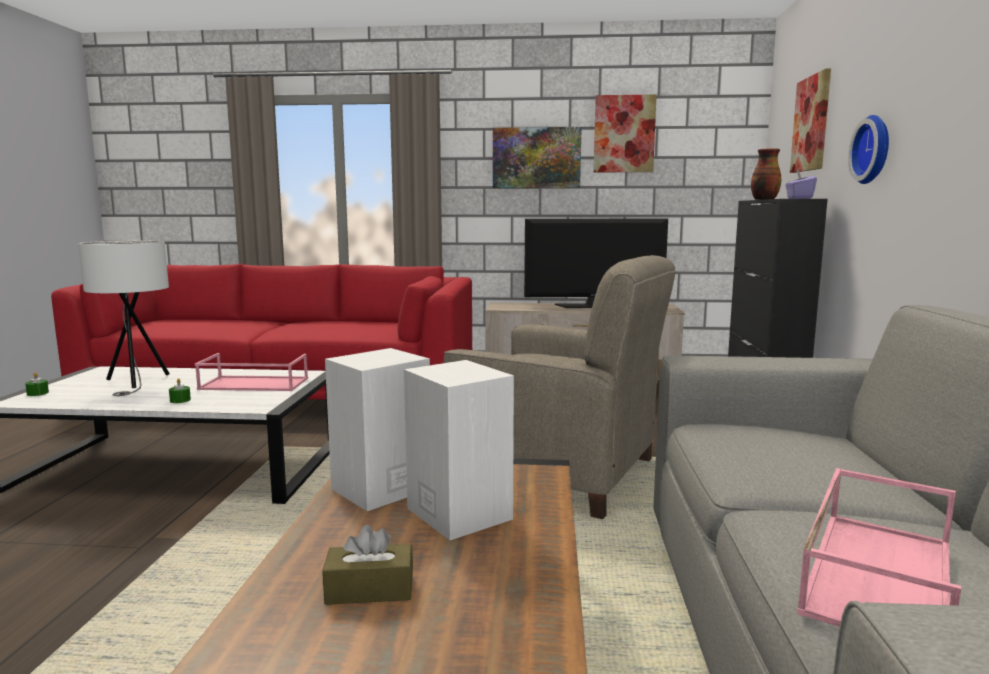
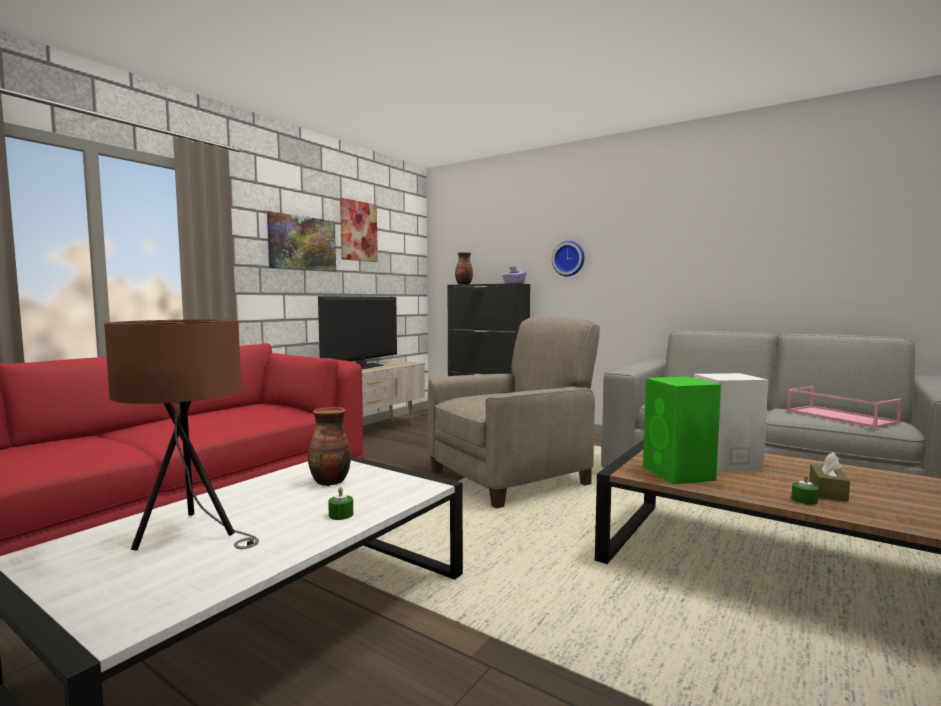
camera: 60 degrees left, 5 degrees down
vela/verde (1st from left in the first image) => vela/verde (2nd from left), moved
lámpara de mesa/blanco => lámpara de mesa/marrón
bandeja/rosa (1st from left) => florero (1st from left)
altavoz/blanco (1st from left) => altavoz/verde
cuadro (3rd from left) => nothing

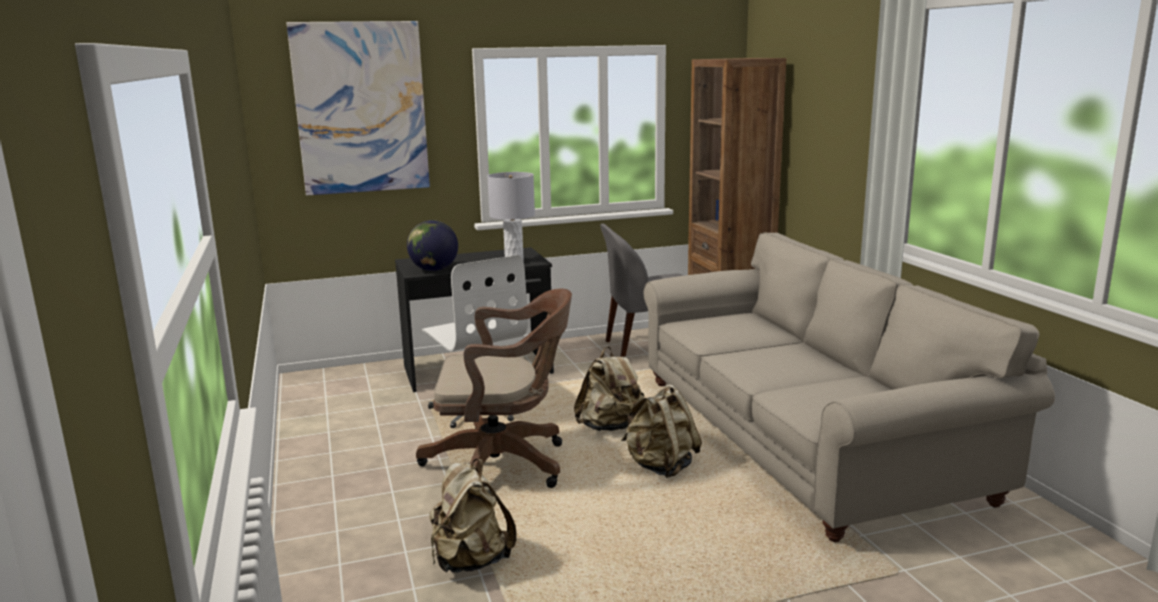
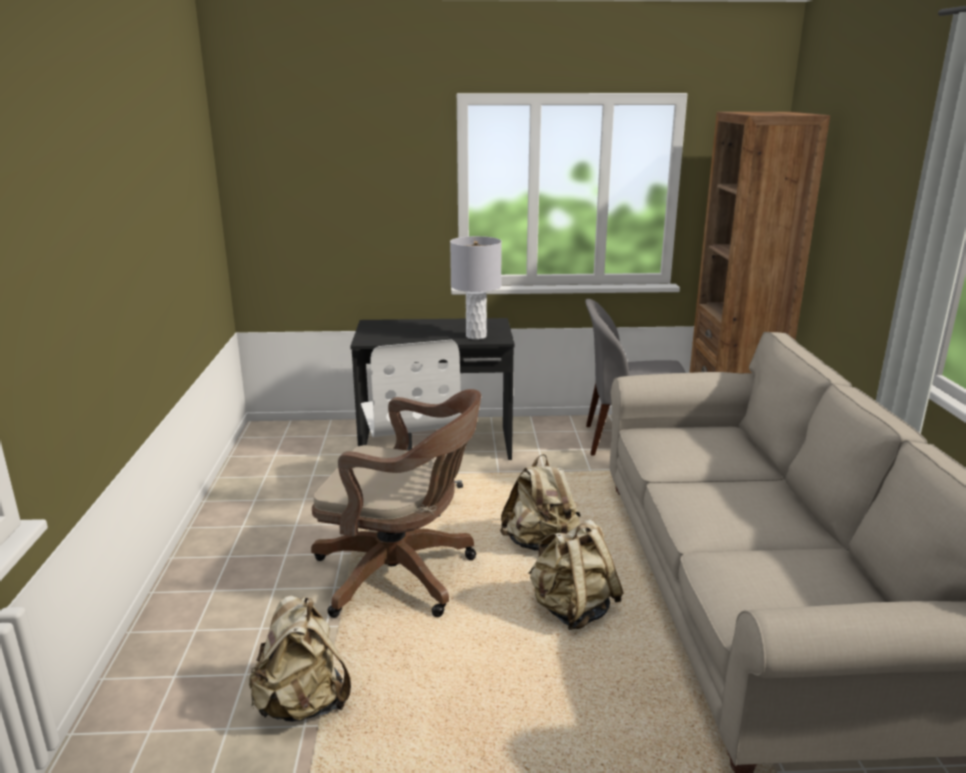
camera: 15 degrees right, 5 degrees up
cuadro => nothing
globo terráqueo => nothing

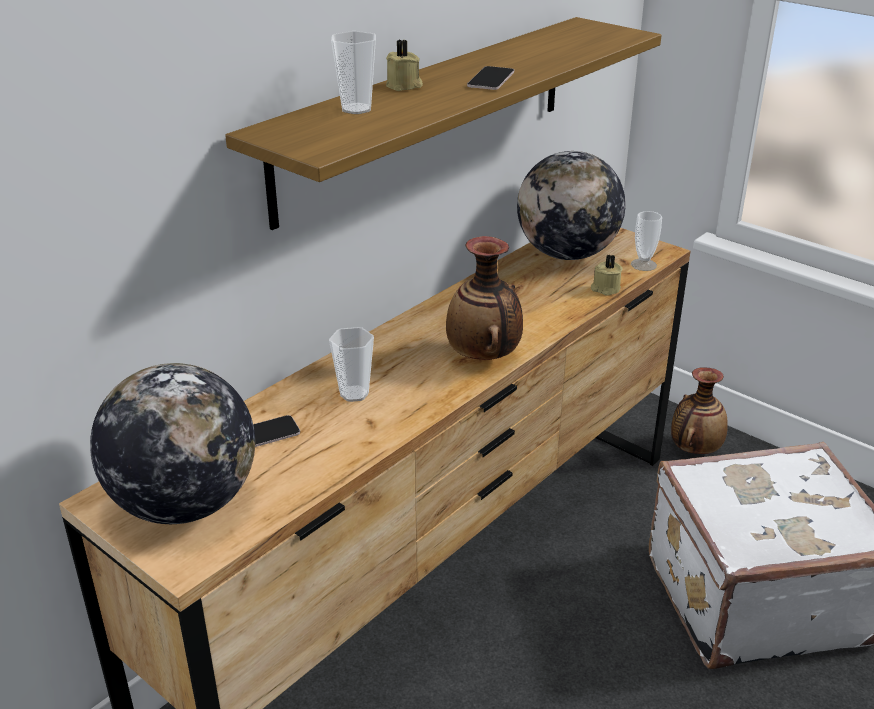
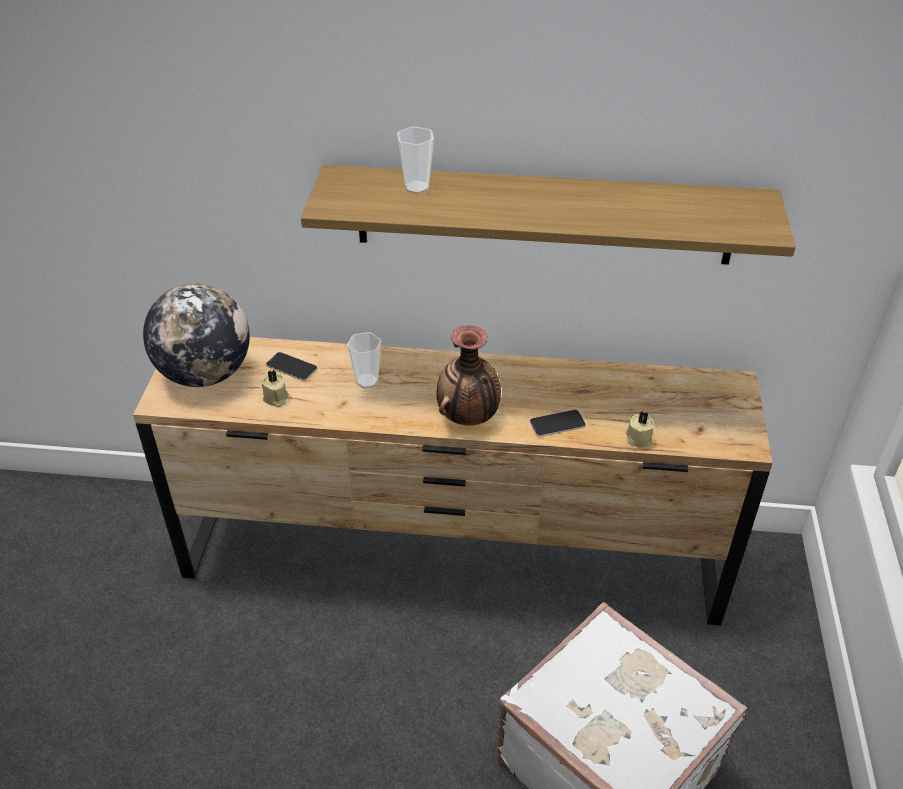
camera: 55 degrees right, 10 degrees up
vela/beis (1st from left), moved
móvil (2nd from left), moved
globo terráqueo (2nd from left) => nothing
taza (3rd from left) => nothing
florero (2nd from left) => nothing

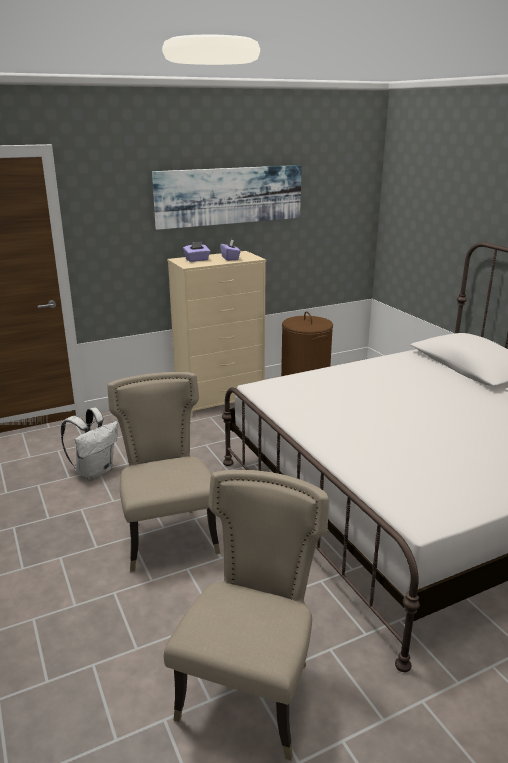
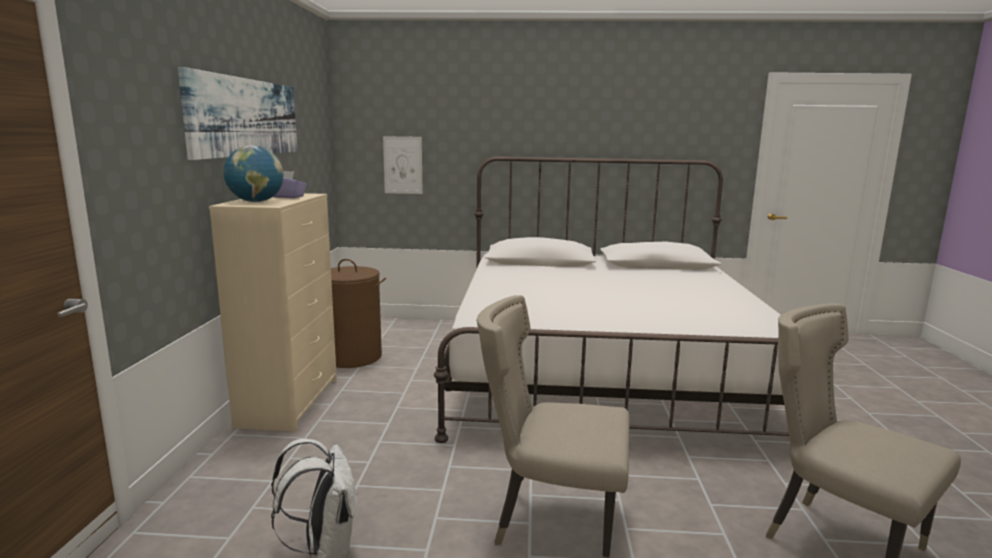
camera: 60 degrees left, 10 degrees down
caja de pañuelos/morado (1st from left) => globo terráqueo
nothing => cuadro (2nd from left)

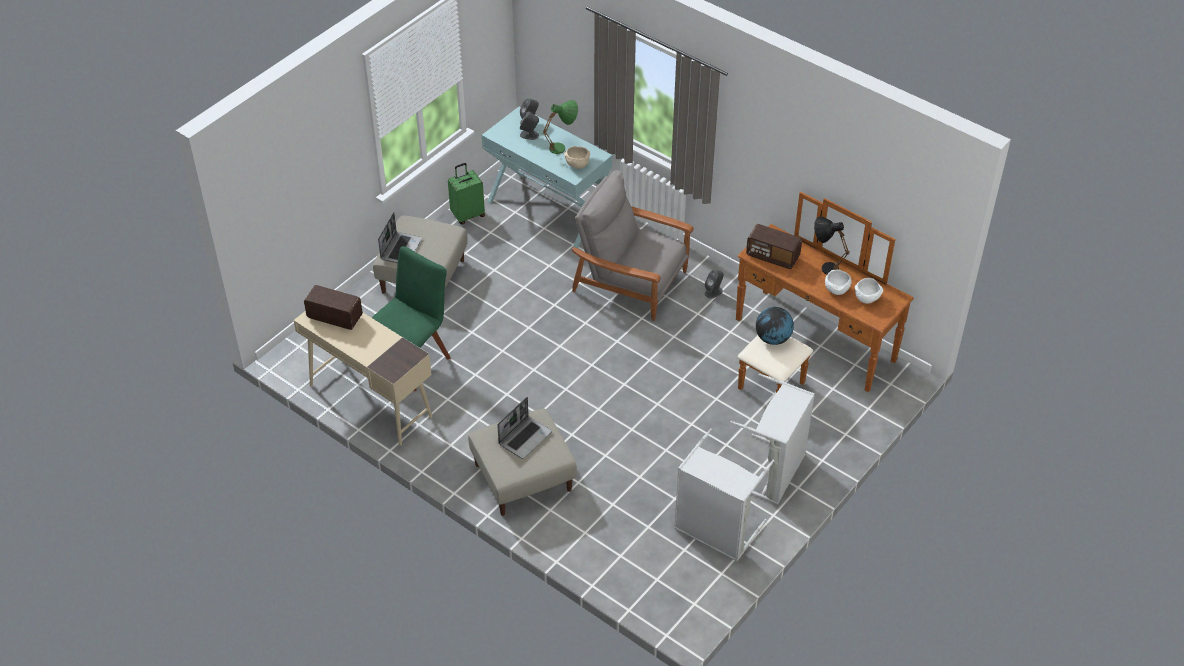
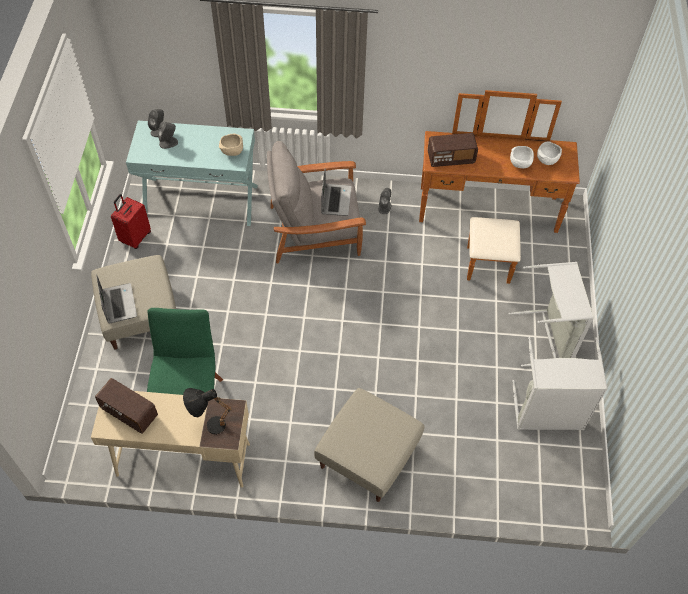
camera: 35 degrees left, 10 degrees up
radio (1st from left), 135 degrees counterclockwise
maleta/verde => maleta/rojo
portátil (2nd from left), moved
lámpara de mesa/verde => nothing
globo terráqueo => nothing
lámpara de mesa/negro, moved

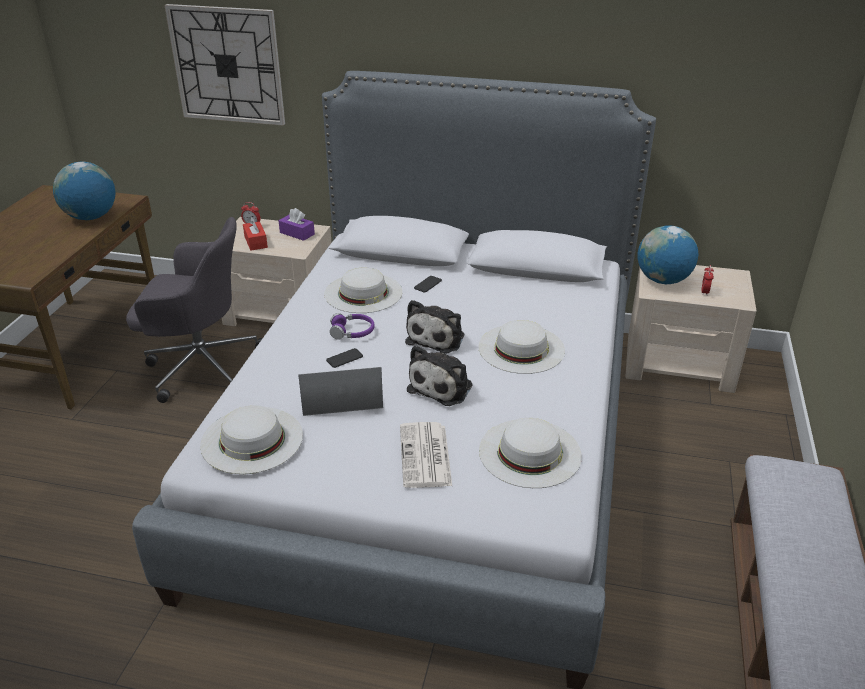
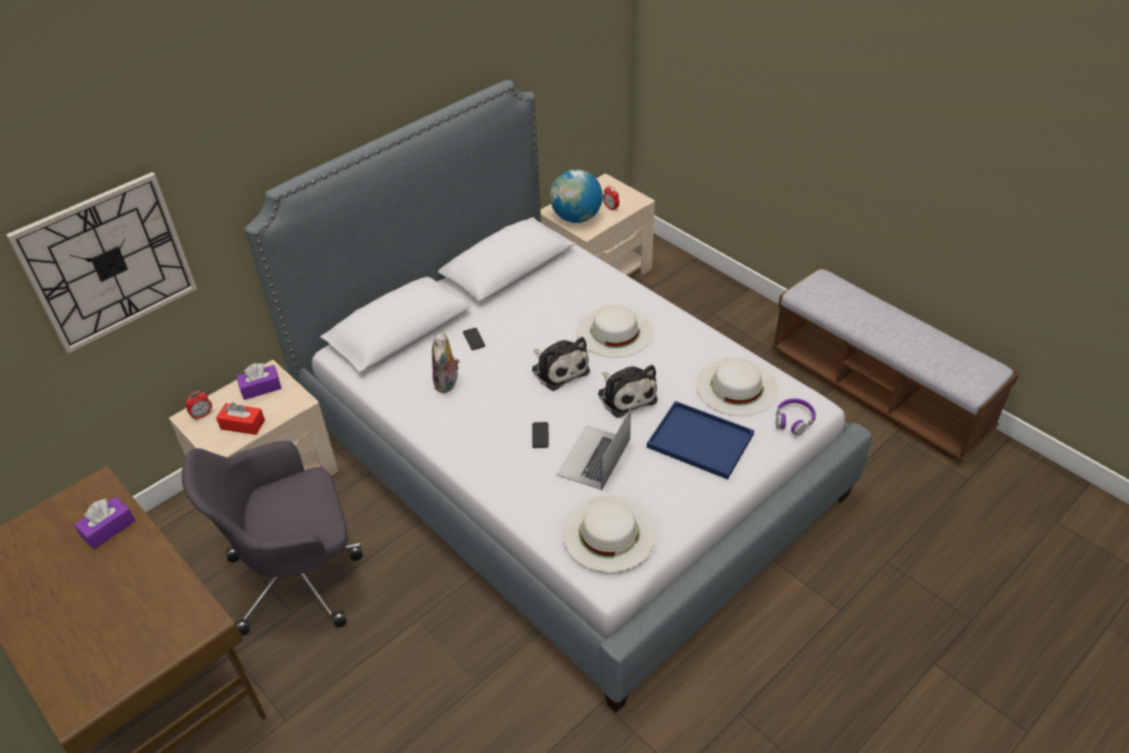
camera: 55 degrees left, 10 degrees up
globo terráqueo (1st from left) => caja de pañuelos/morado (1st from left)
silla de oficina/gris, 150 degrees counterclockwise
sombrero/blanco (2nd from left) => peluche (1st from left)
auriculares/morado, moved
periódico => bandeja/azul

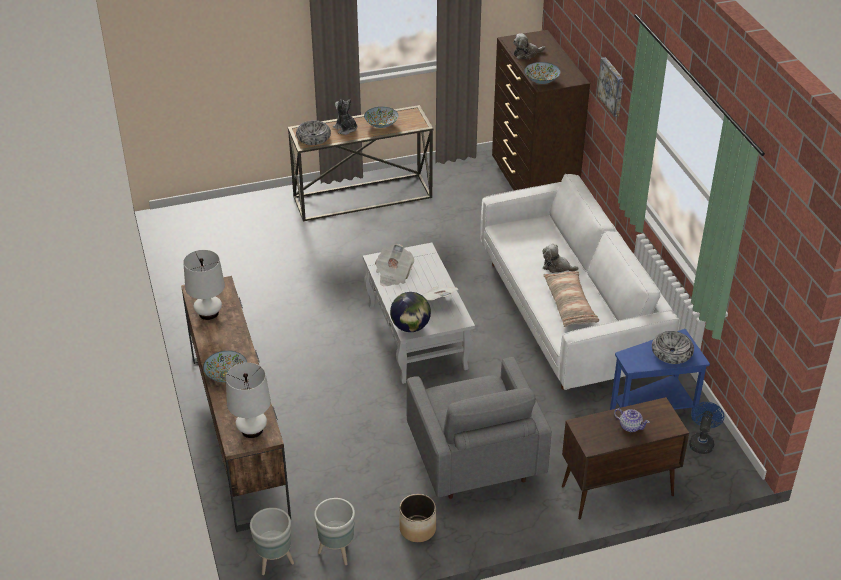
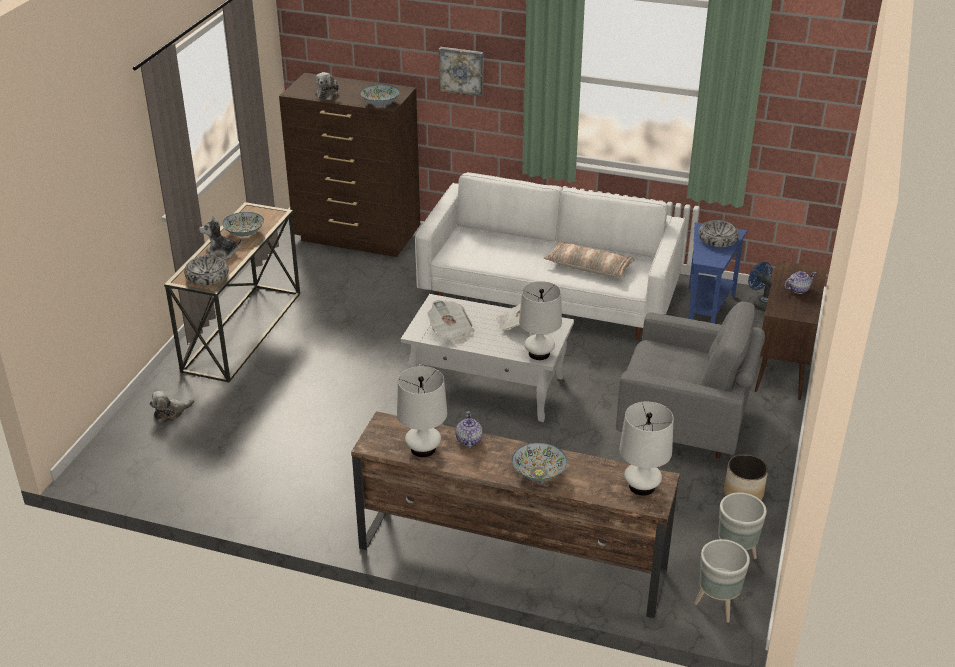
camera: 55 degrees left, 5 degrees down
globo terráqueo => lámpara de mesa/blanco (2nd from left)
peluche (3rd from left in the first image) => peluche (1st from left), moved
nothing => tetera (1st from left)

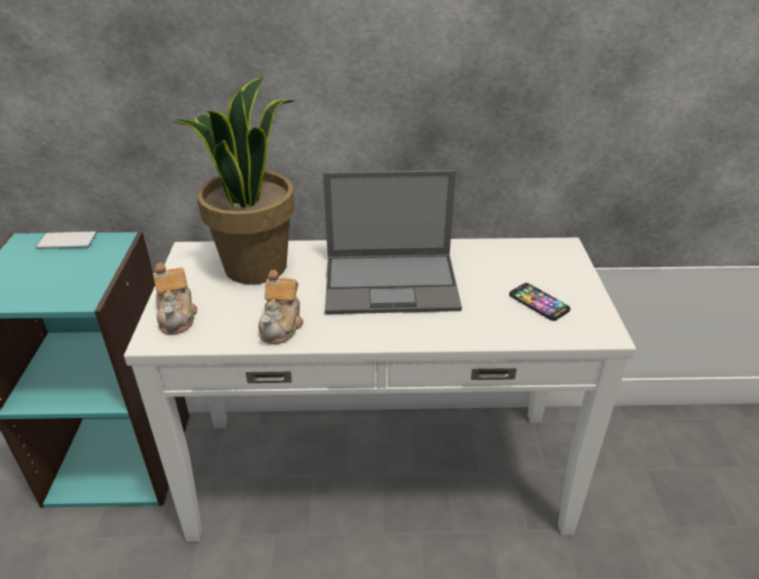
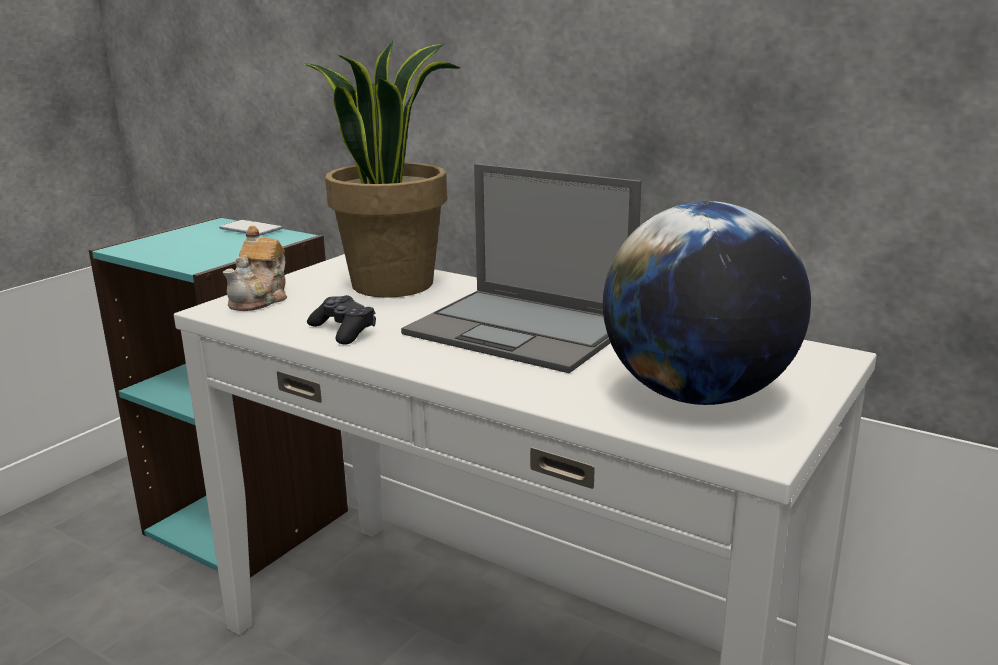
camera: 35 degrees right, 15 degrees down
tetera (2nd from left) => mando de consola/negro
móvil (2nd from left) => globo terráqueo

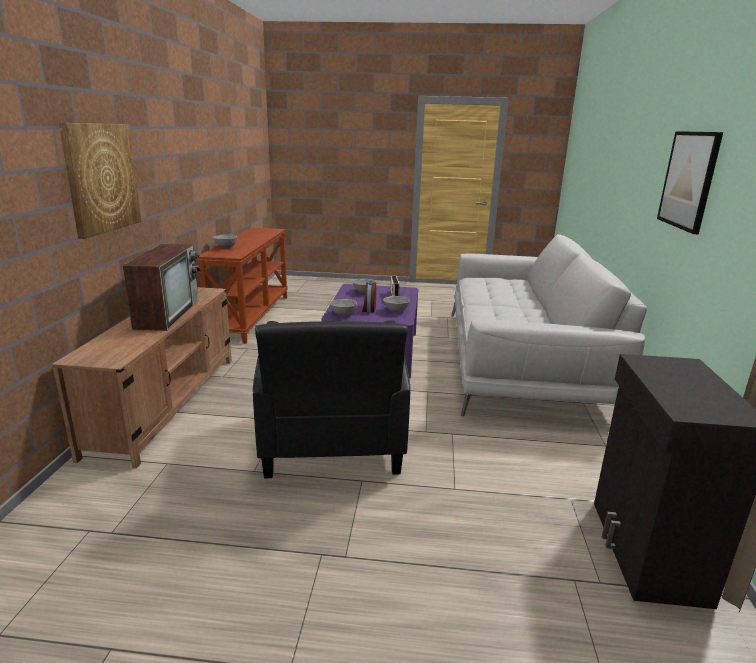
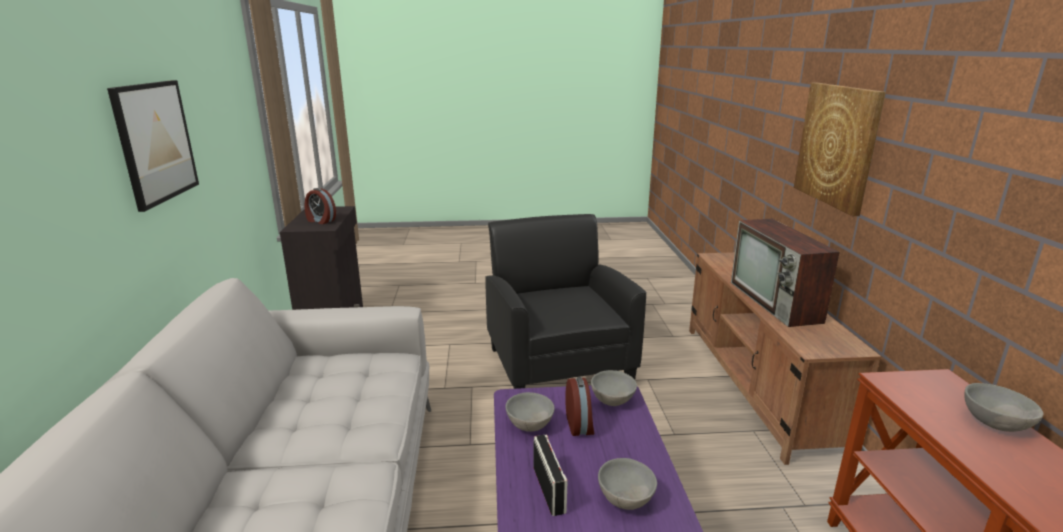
camera: 170 degrees right, 0 degrees up
nothing => despertador (1st from left)

